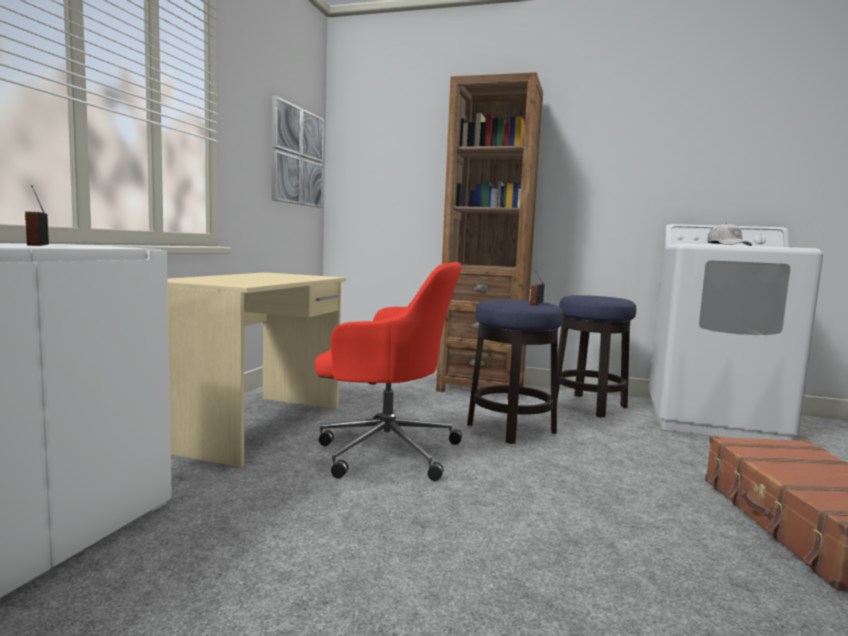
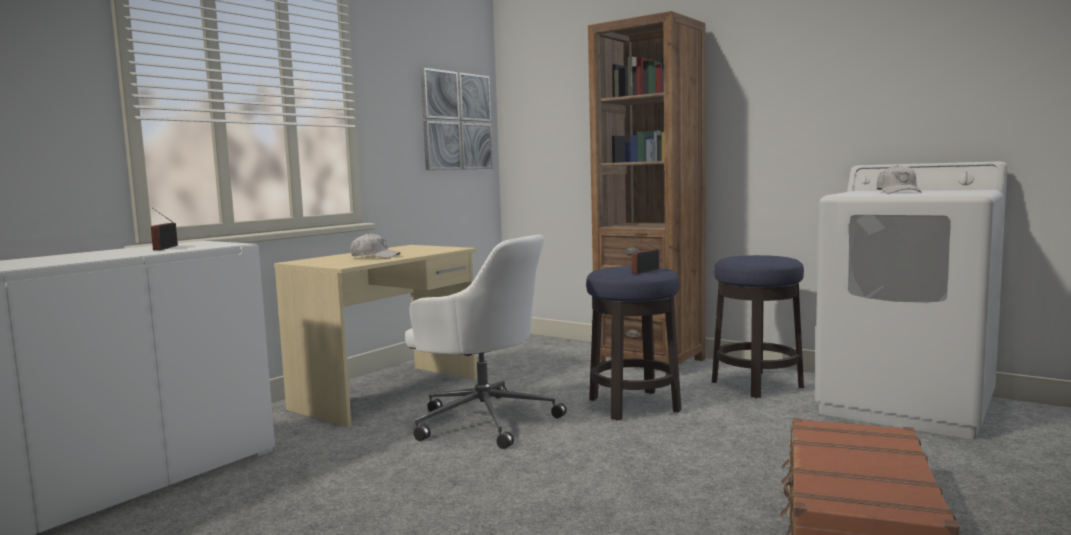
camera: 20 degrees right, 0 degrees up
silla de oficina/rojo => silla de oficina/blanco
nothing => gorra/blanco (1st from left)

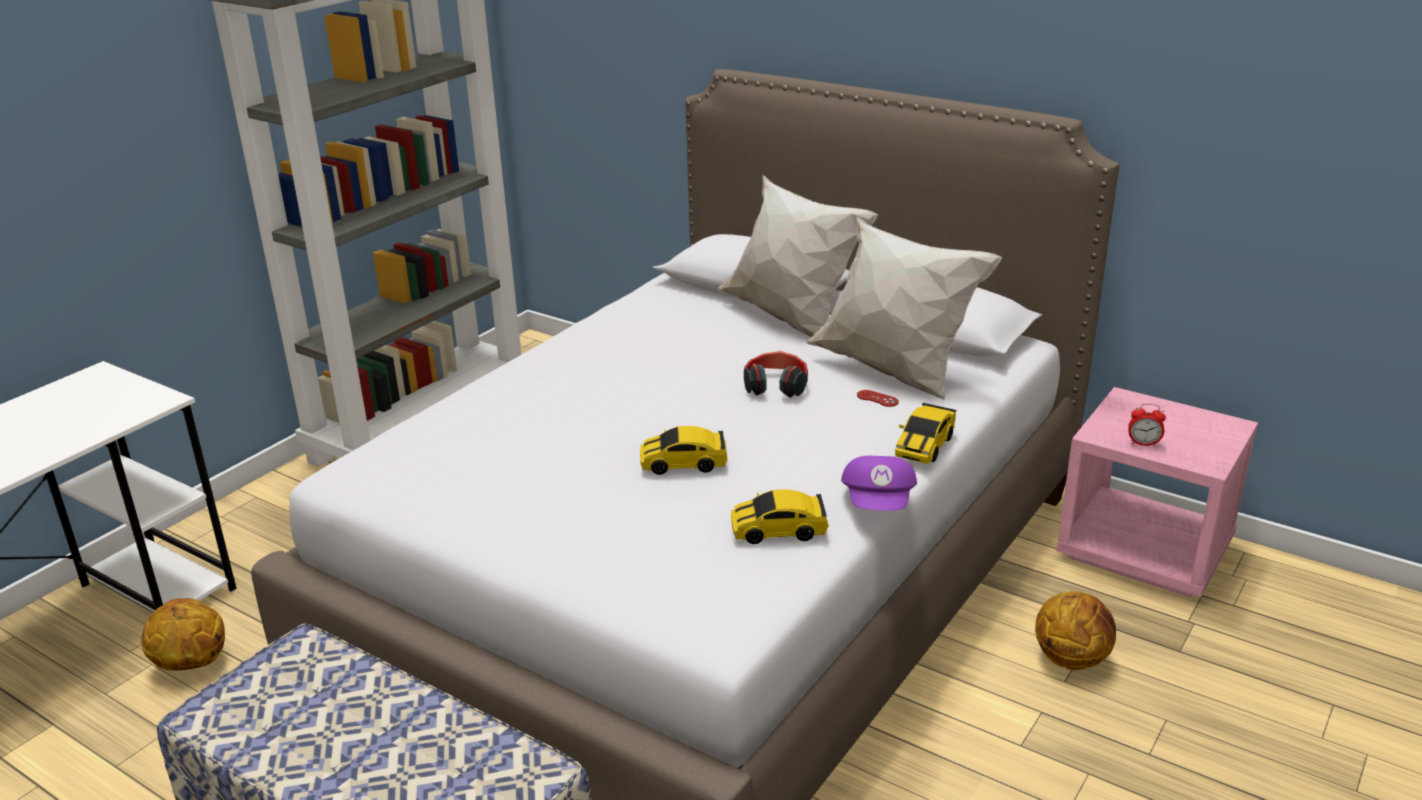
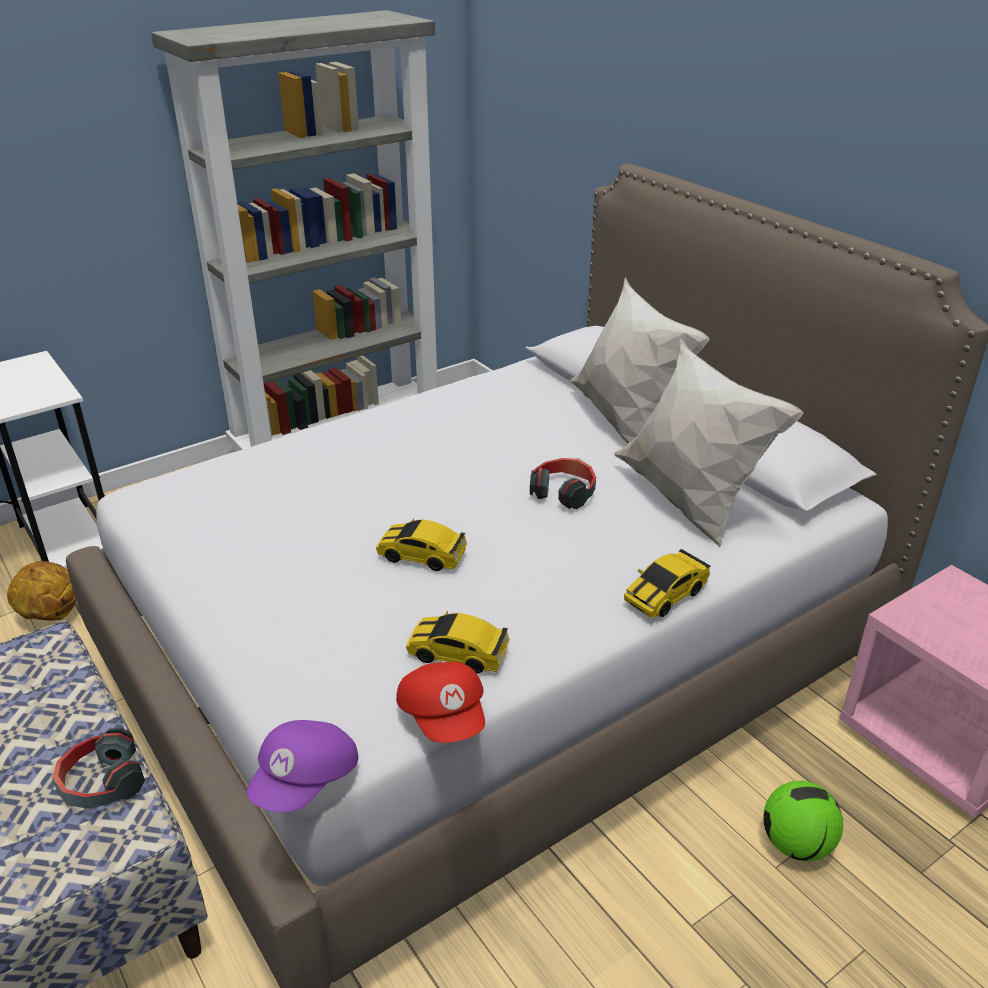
camera: 20 degrees right, 5 degrees up
gorra/morado, moved
mando de consola/rojo => nothing
balón de baloncesto (2nd from left) => balón de fútbol
despertador => nothing
nothing => auriculares (1st from left)
nothing => gorra/rojo

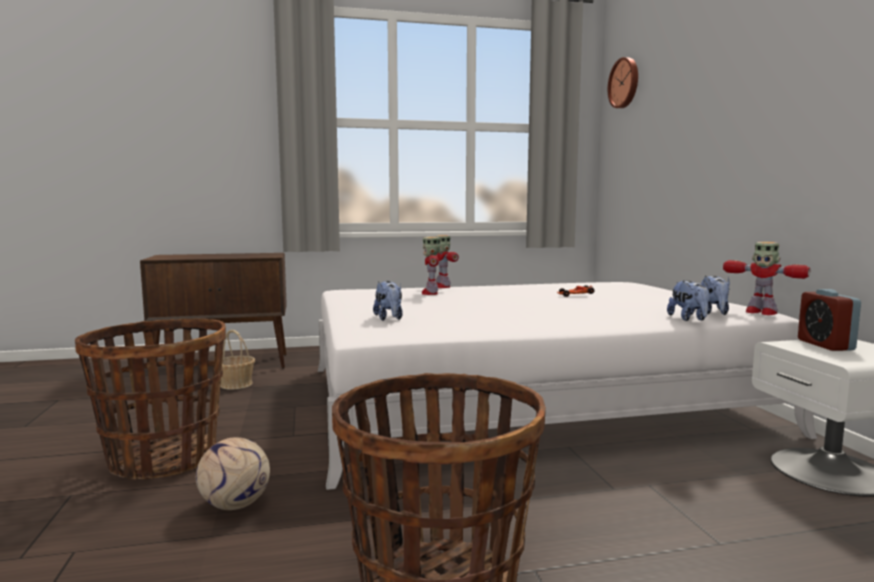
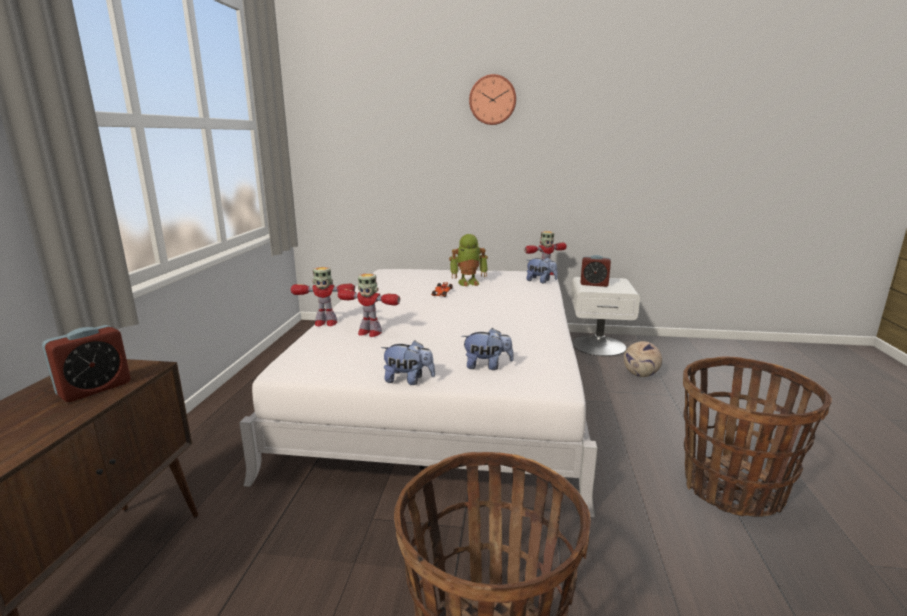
camera: 70 degrees left, 10 degrees up
balón de fútbol, moved
cesta (2nd from left) => nothing
reloj de pared, moved
peluche (2nd from left in the first image) => peluche (1st from left), moved
nothing => despertador (1st from left)
nothing => robot de juguete (3rd from left)

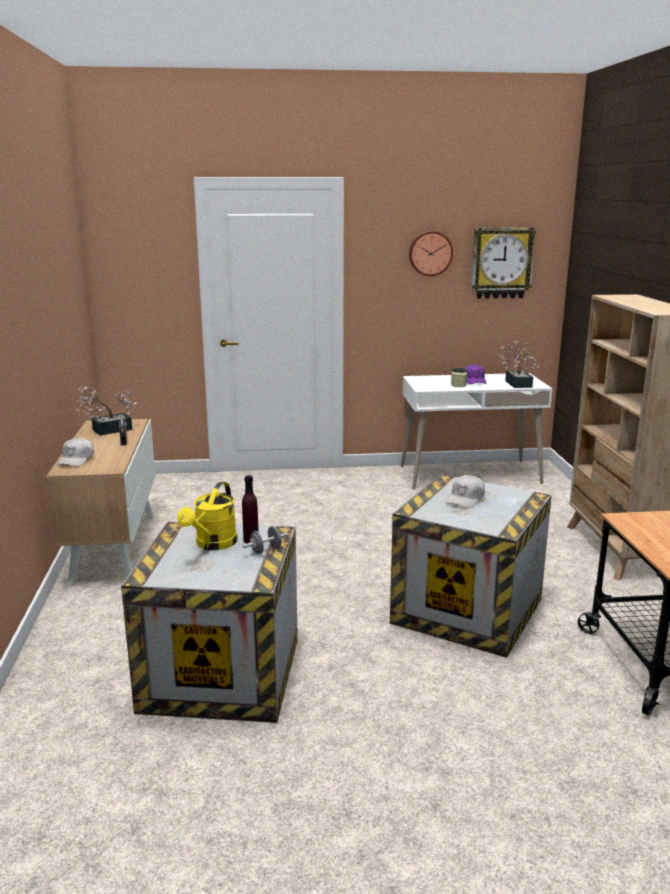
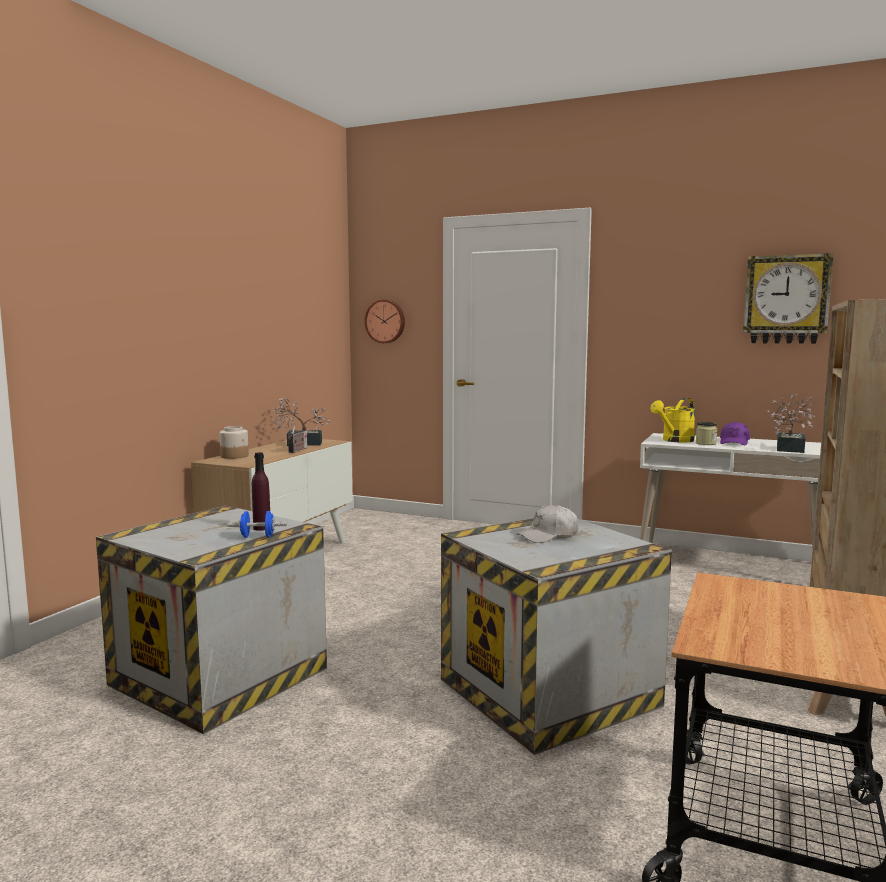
camera: 30 degrees right, 10 degrees down
gorra/blanco (1st from left) => tarro (1st from left)
regadera/amarillo, moved
mancuerna/gris => mancuerna/azul
reloj de pared (1st from left), moved

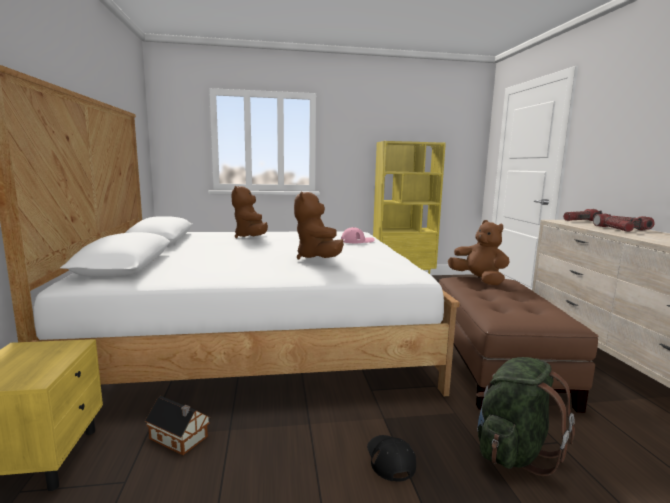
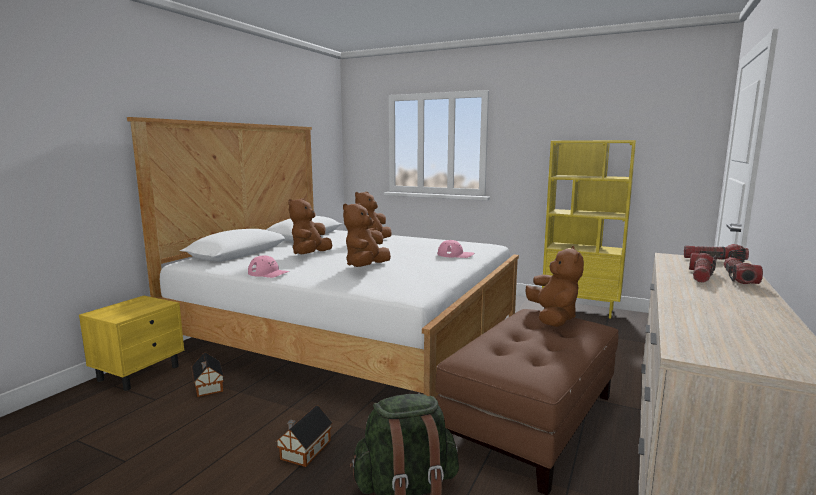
camera: 35 degrees right, 0 degrees up
gorra/negro => casita (2nd from left)
nothing => gorra/rosa (1st from left)
nothing => peluche/marrón (1st from left)

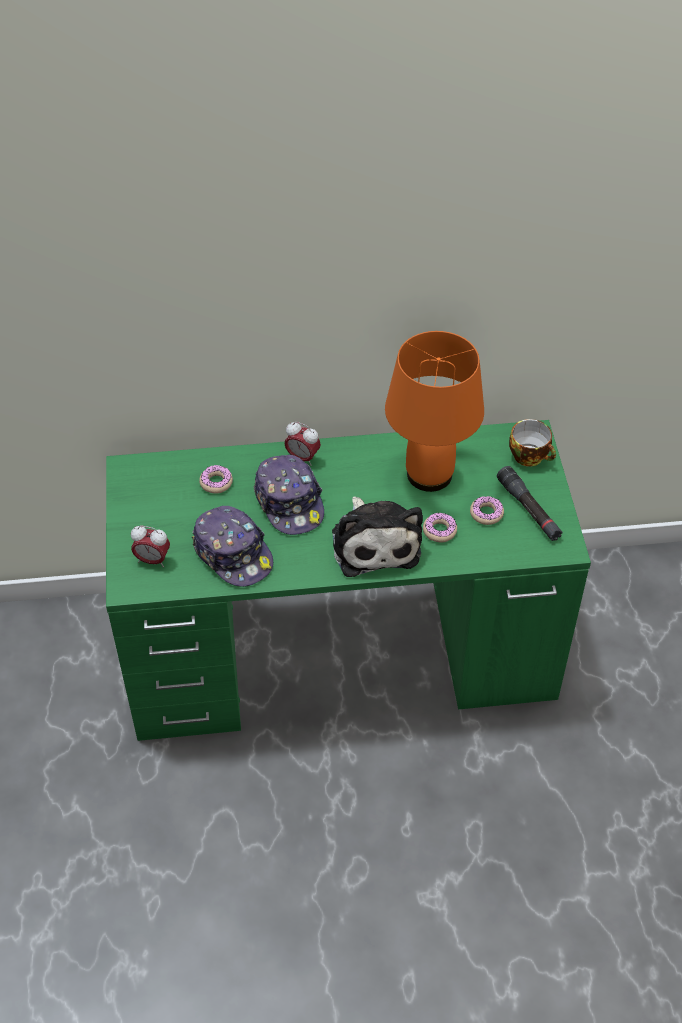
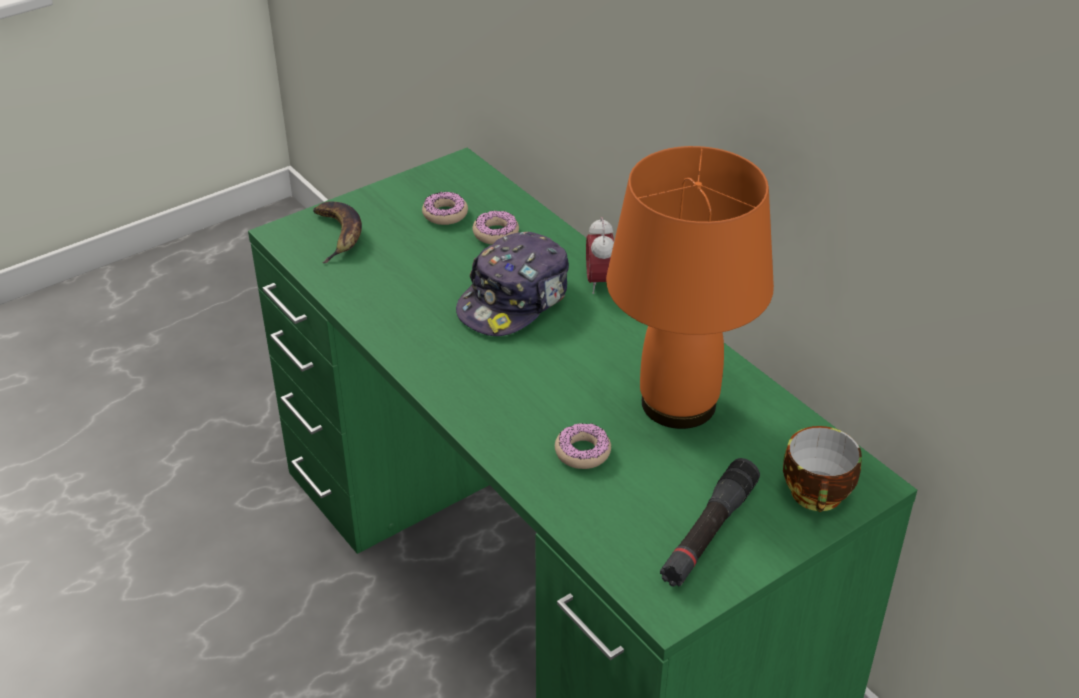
camera: 60 degrees right, 10 degrees down
despertador (1st from left) => plátano
gorra (1st from left) => nothing
peluche => nothing
rosquilla (3rd from left in the first image) => rosquilla (1st from left), moved

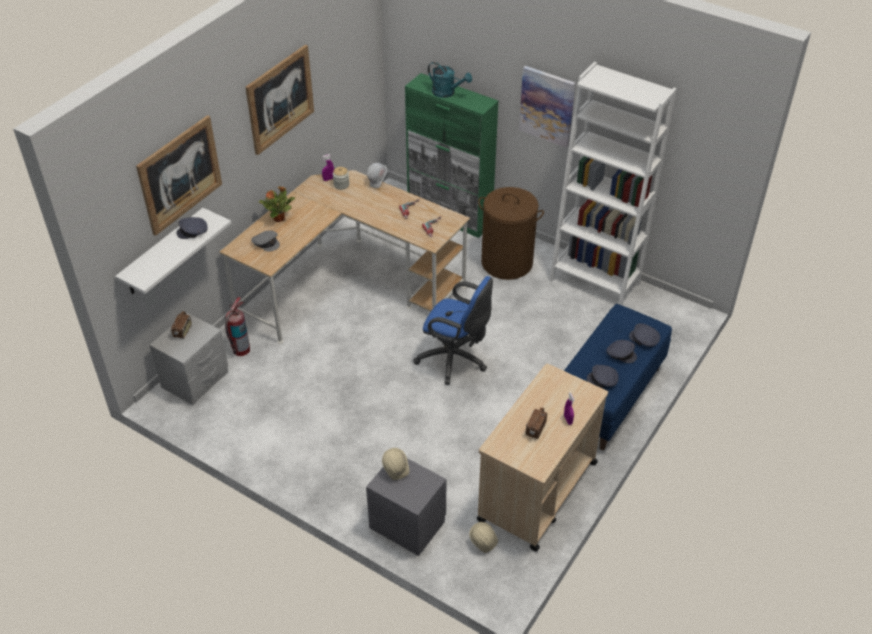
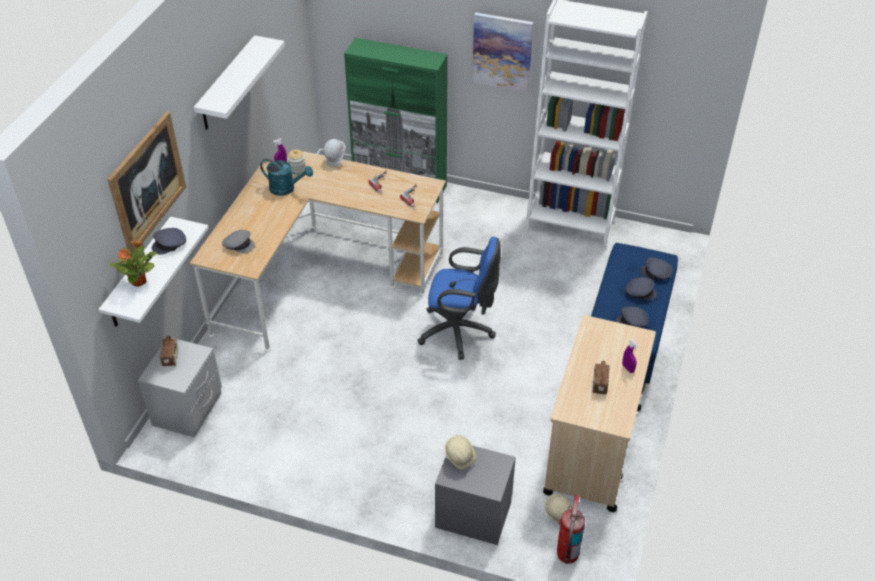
camera: 15 degrees left, 0 degrees up
extintor, moved
cuadro (2nd from left) => estante/blanco (2nd from left)
planta en maceta, moved
regadera/turquesa, moved
cesto de la ropa/marrón => nothing

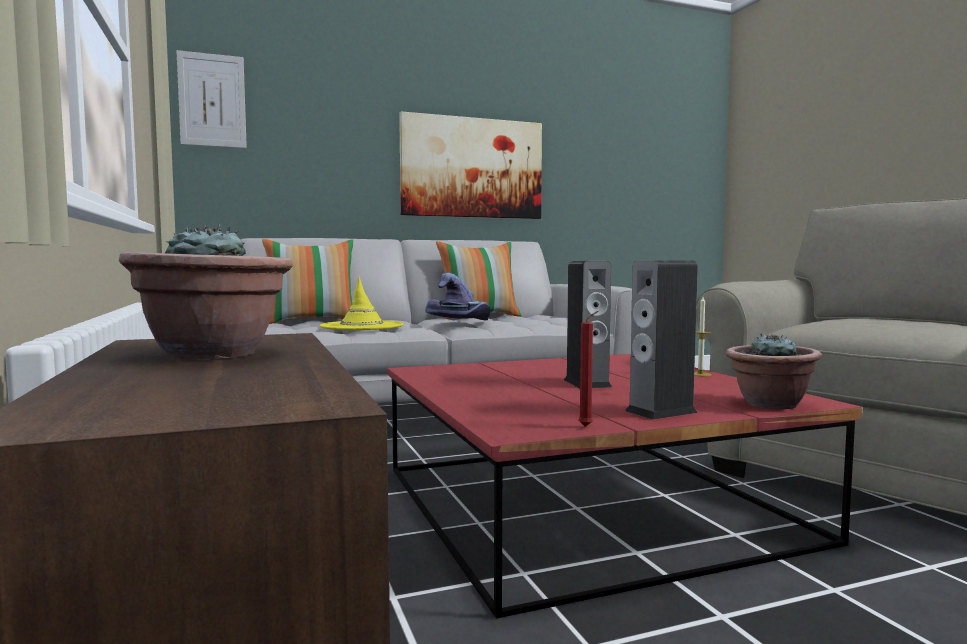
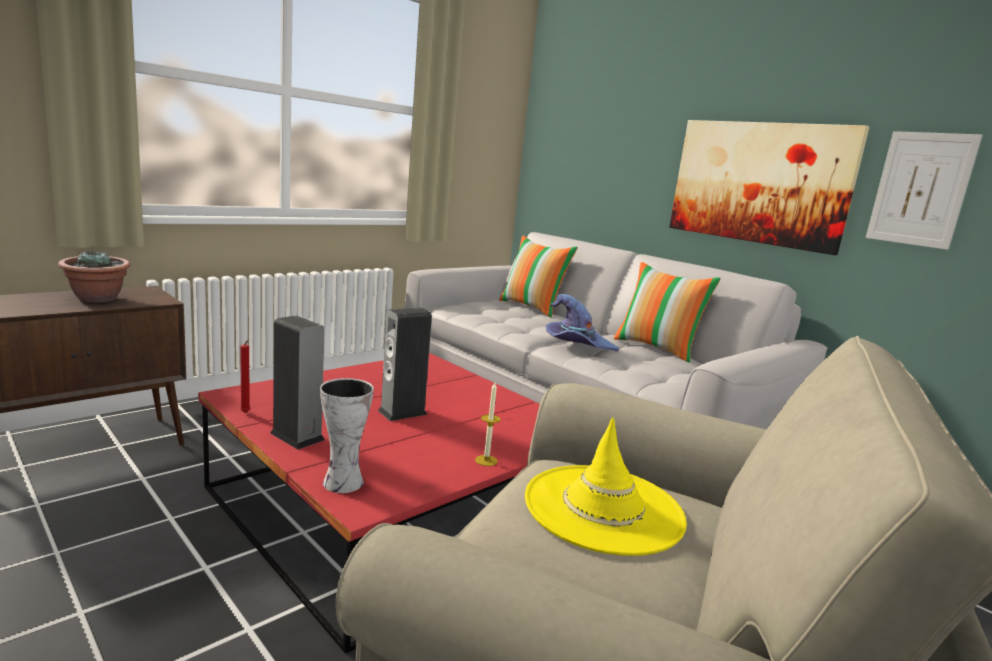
camera: 65 degrees right, 10 degrees up
cuadro (1st from left in the first image) => cuadro (2nd from left), moved
sombrero/amarillo, moved
planta en maceta (2nd from left) => florero

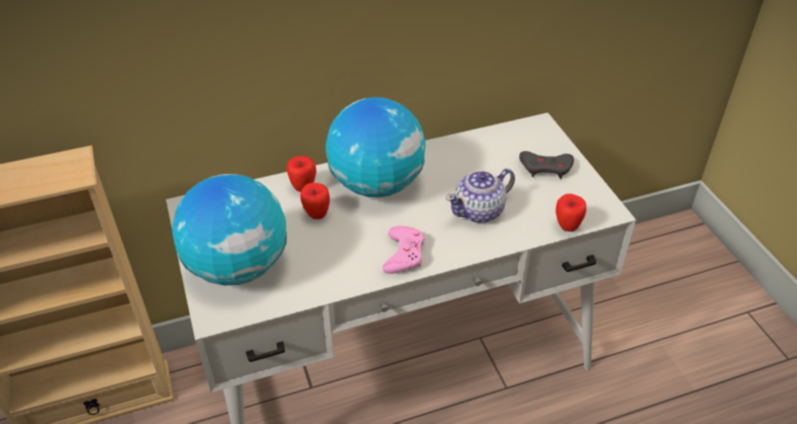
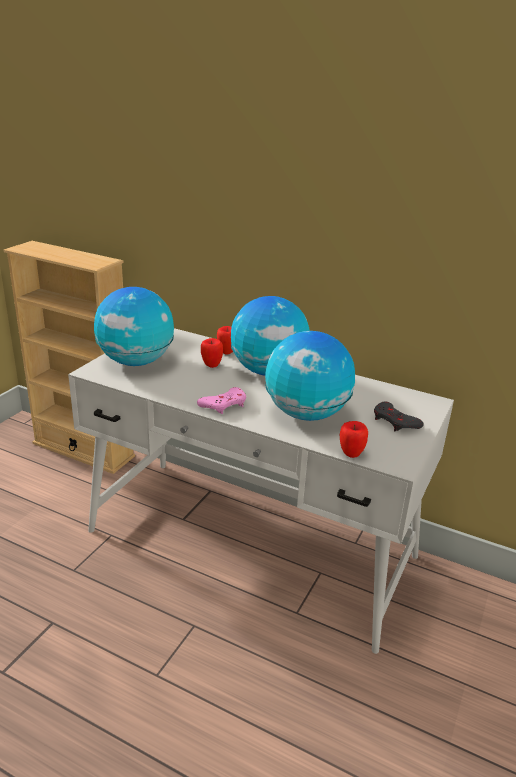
camera: 45 degrees right, 15 degrees down
tetera => globo terráqueo (3rd from left)

